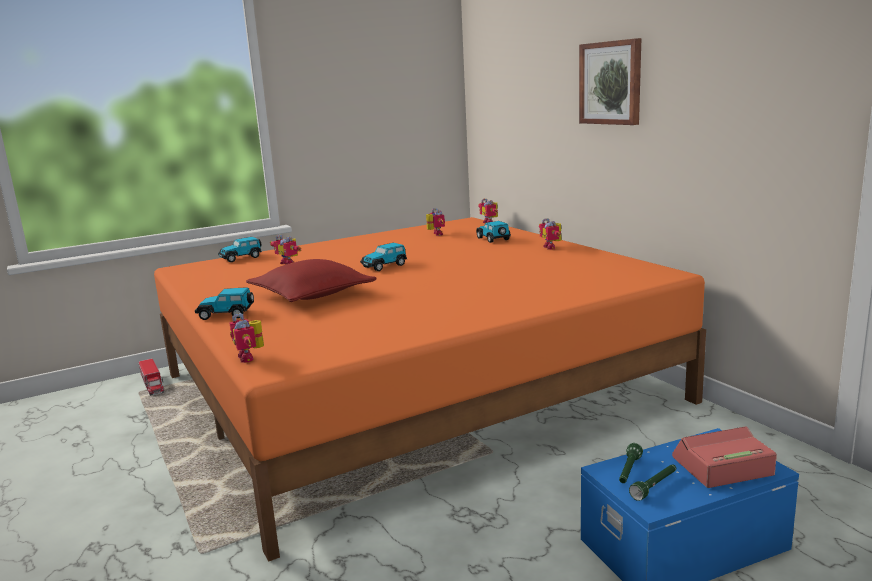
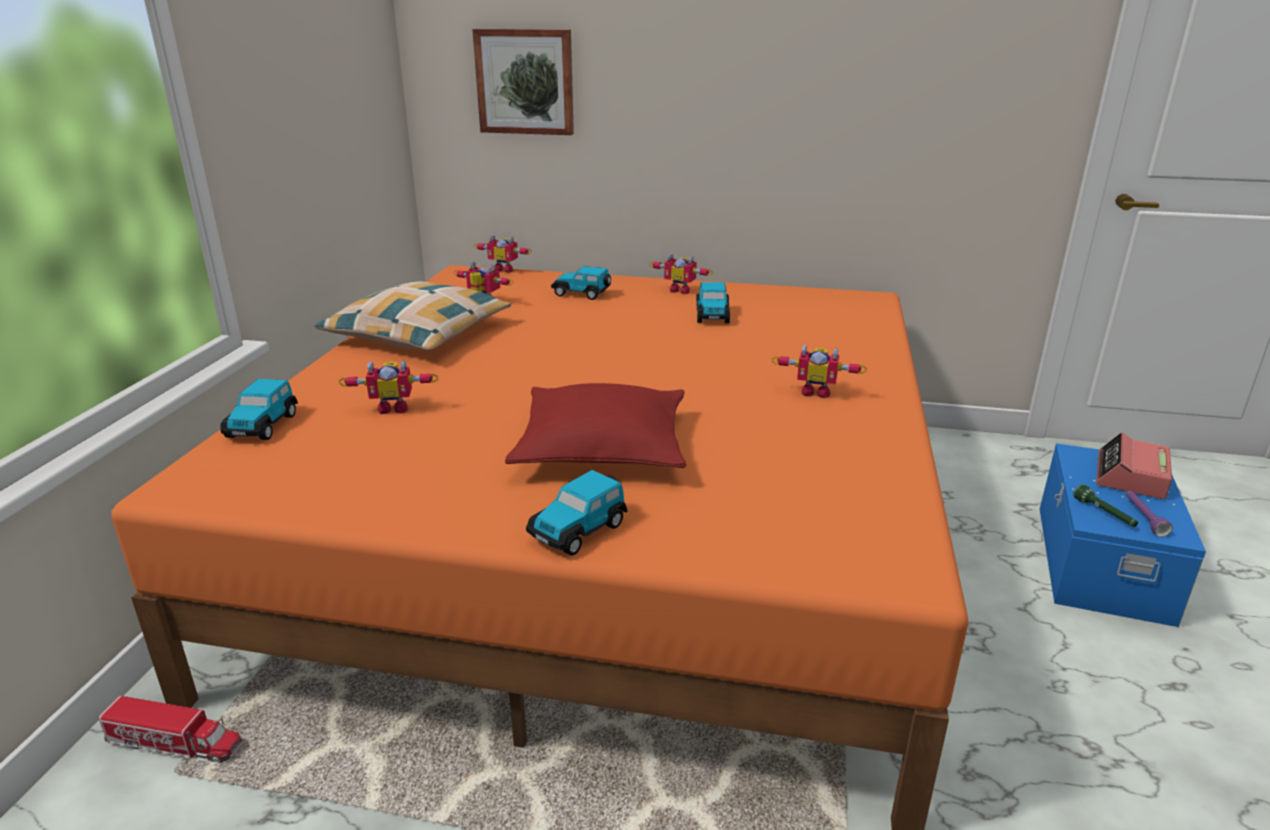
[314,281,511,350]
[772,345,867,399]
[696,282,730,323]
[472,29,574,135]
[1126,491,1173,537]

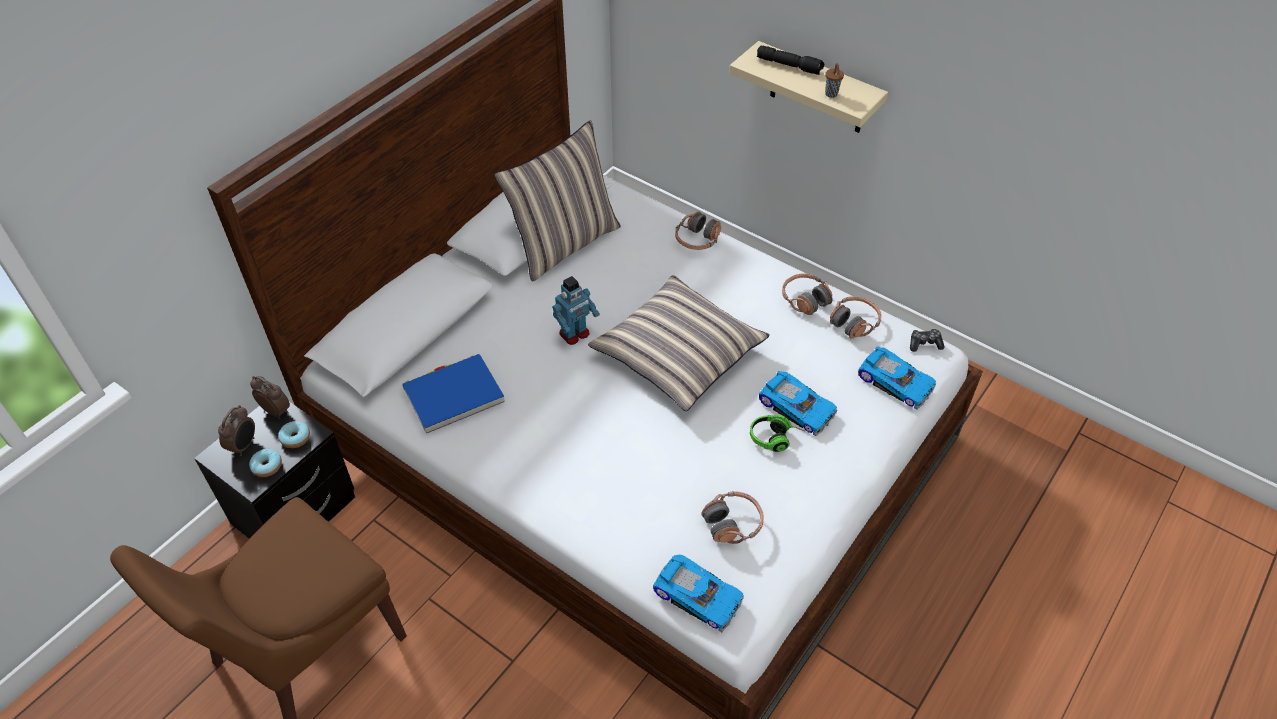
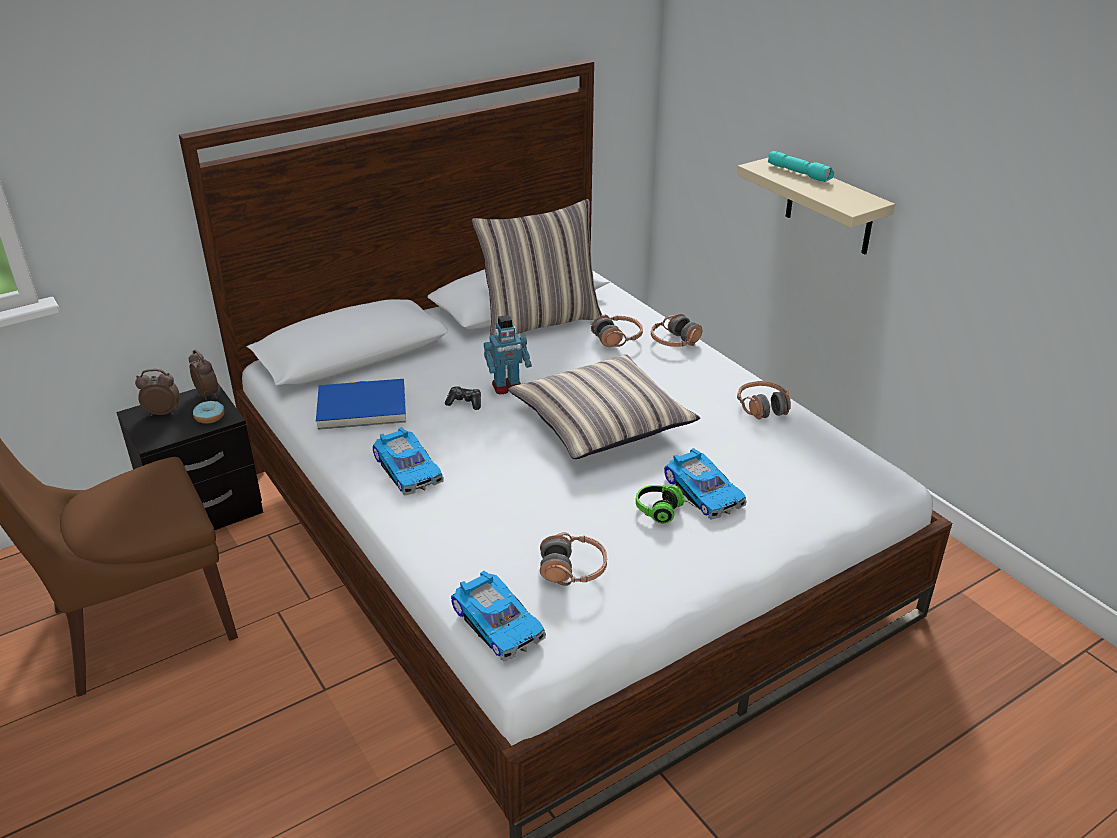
[249,449,282,477] (first image)
[825,63,844,98] (first image)
[591,314,643,347]
[373,427,444,496]
[445,386,481,410]
[768,151,834,182]
[135,369,179,416]

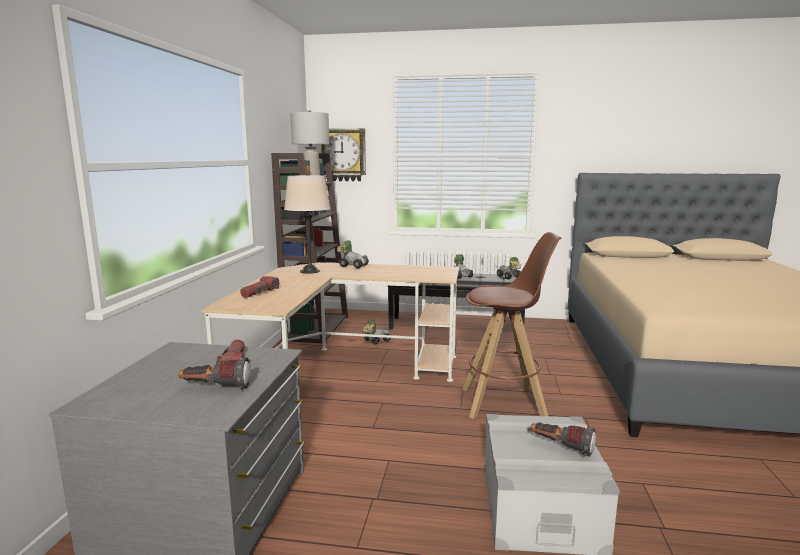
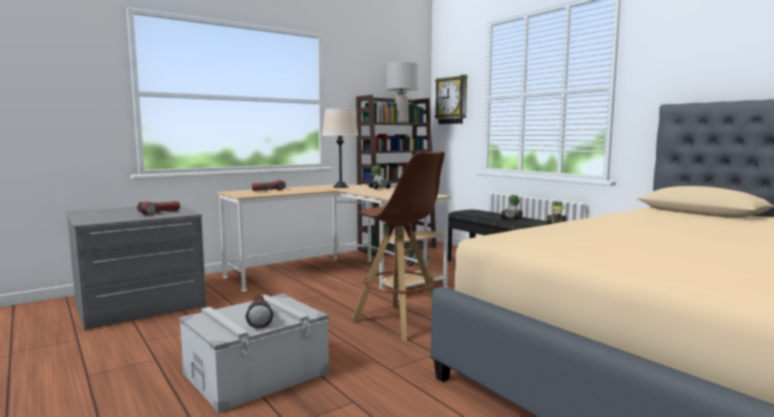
[178,357,251,389] (first image)

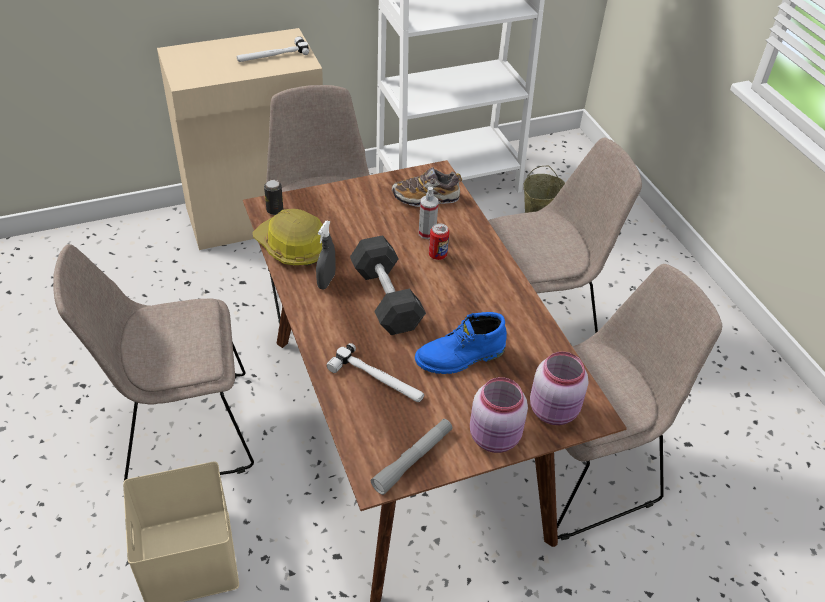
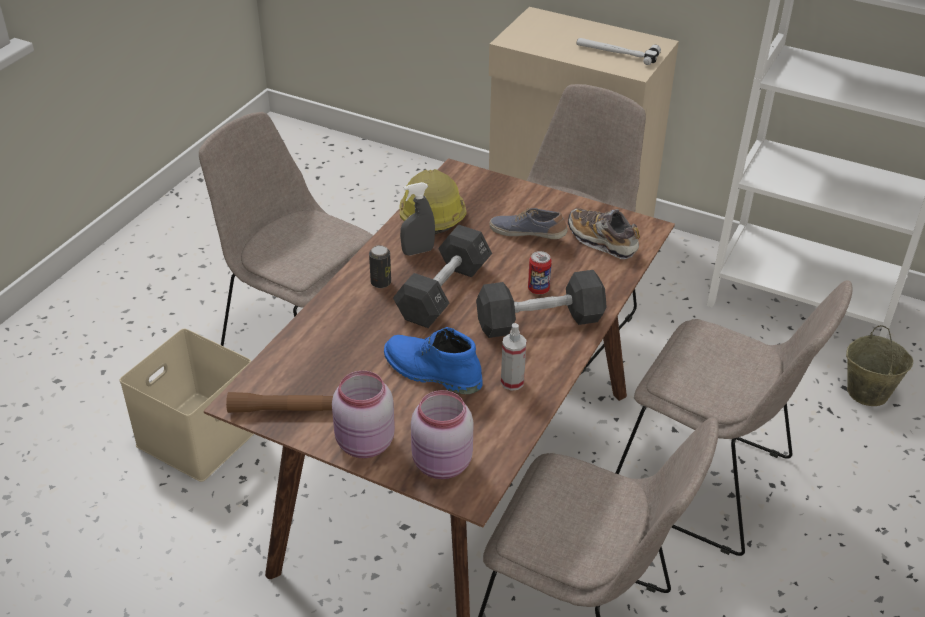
[327,343,424,402] (first image)
[476,270,607,338]
[489,208,568,239]
[369,245,391,288]
[501,323,527,391]
[226,392,333,413]

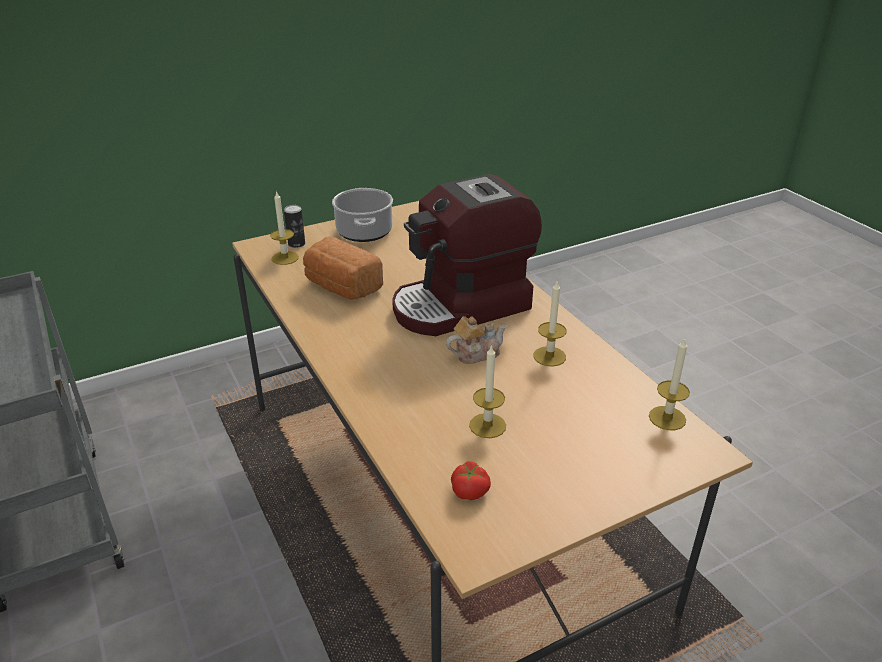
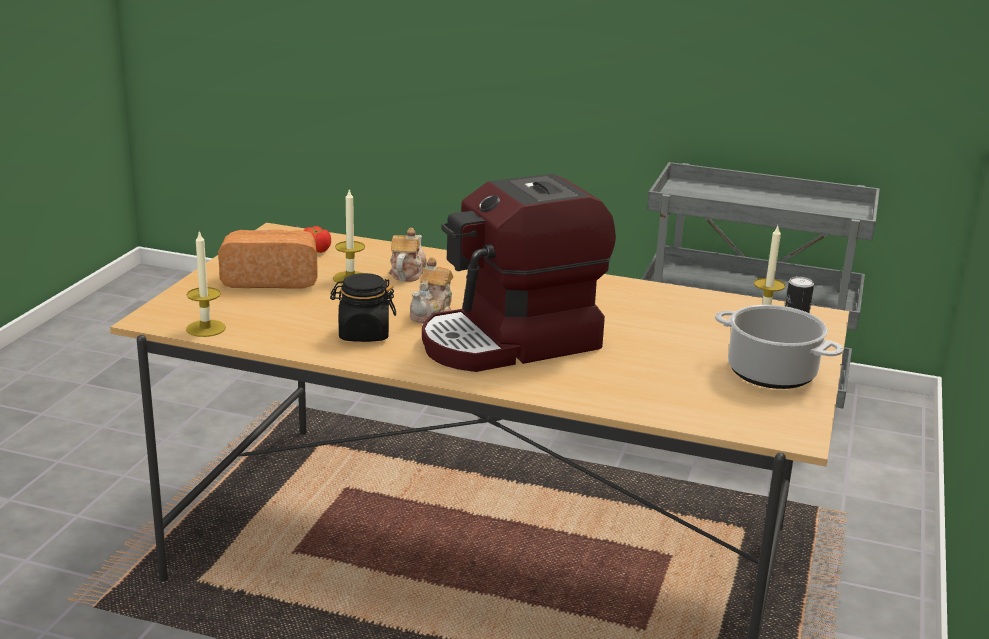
[389,228,427,282]
[218,230,317,288]
[330,273,396,342]
[422,174,616,372]

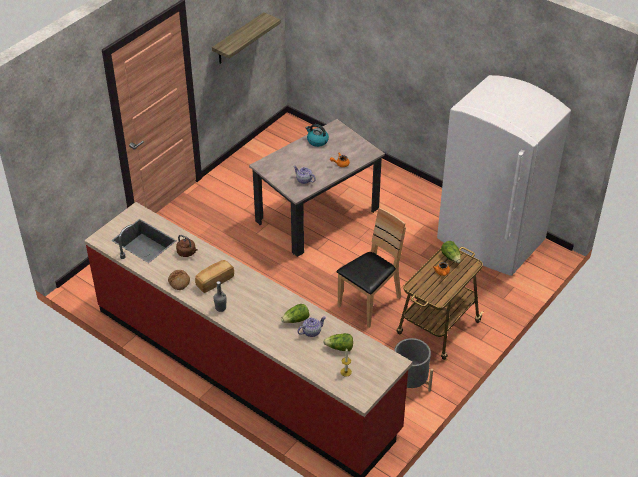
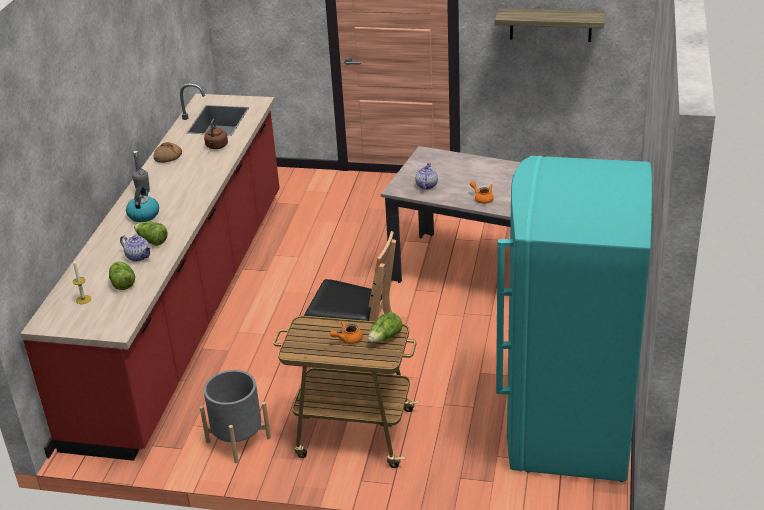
[195,260,234,293] (first image)
[126,186,159,222]
[496,156,652,482]

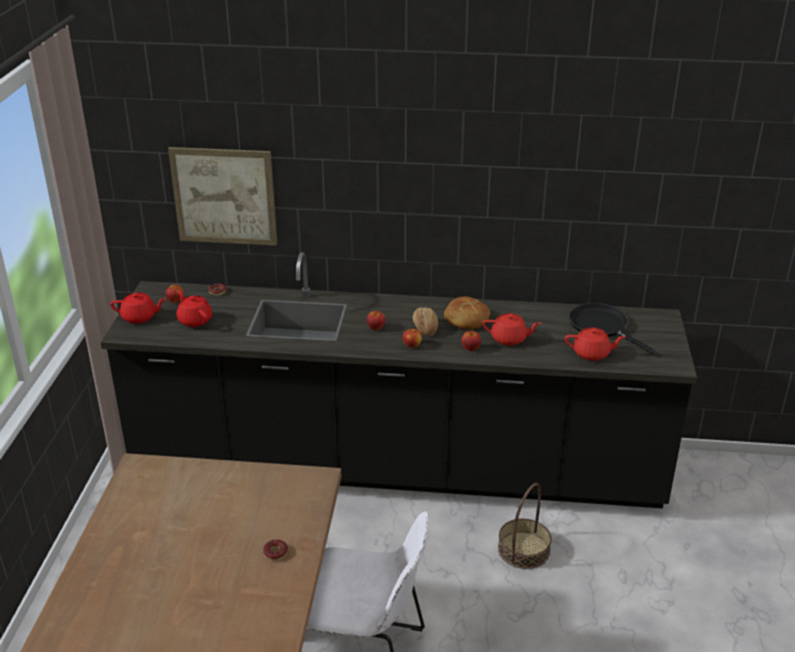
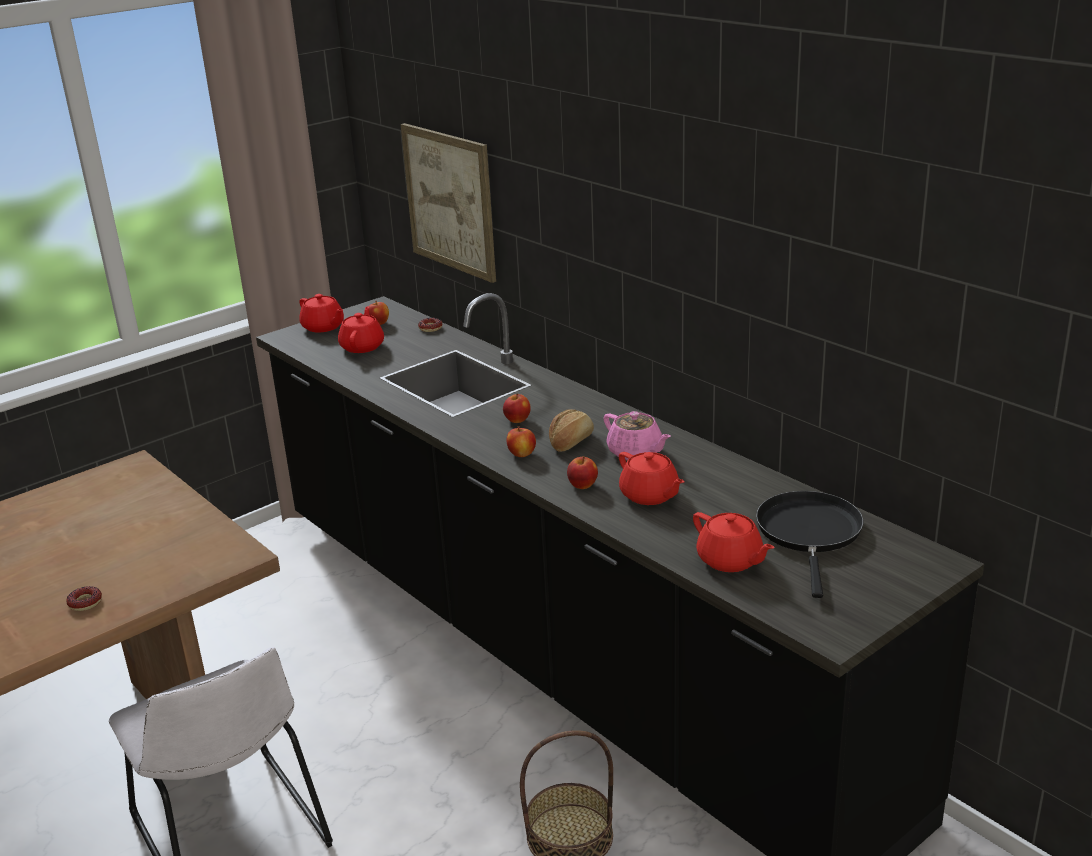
[603,411,671,460]

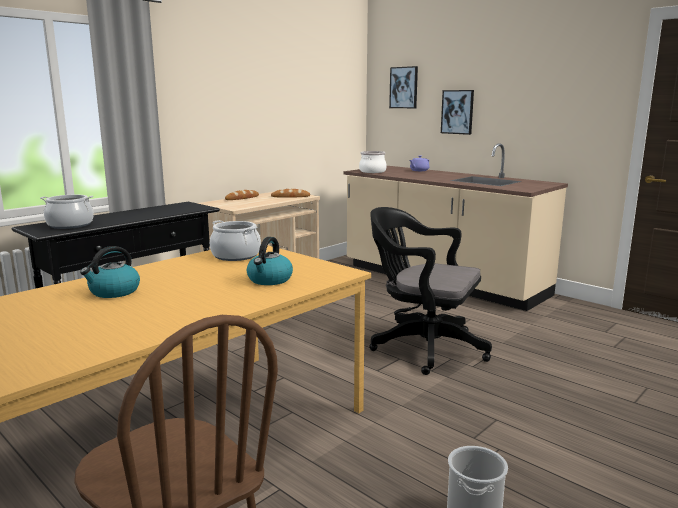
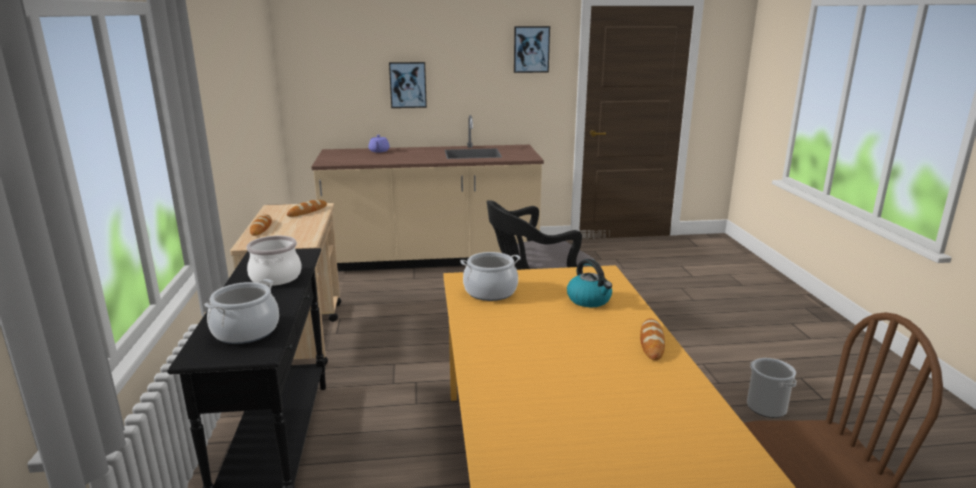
[80,246,140,298] (first image)
[640,318,665,361]
[247,236,302,286]
[514,26,550,73]

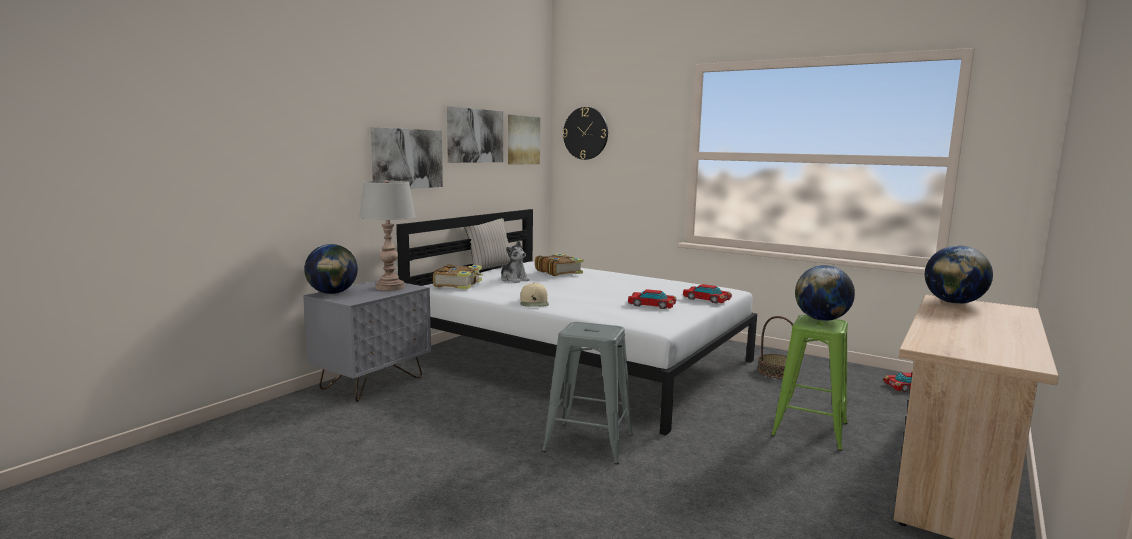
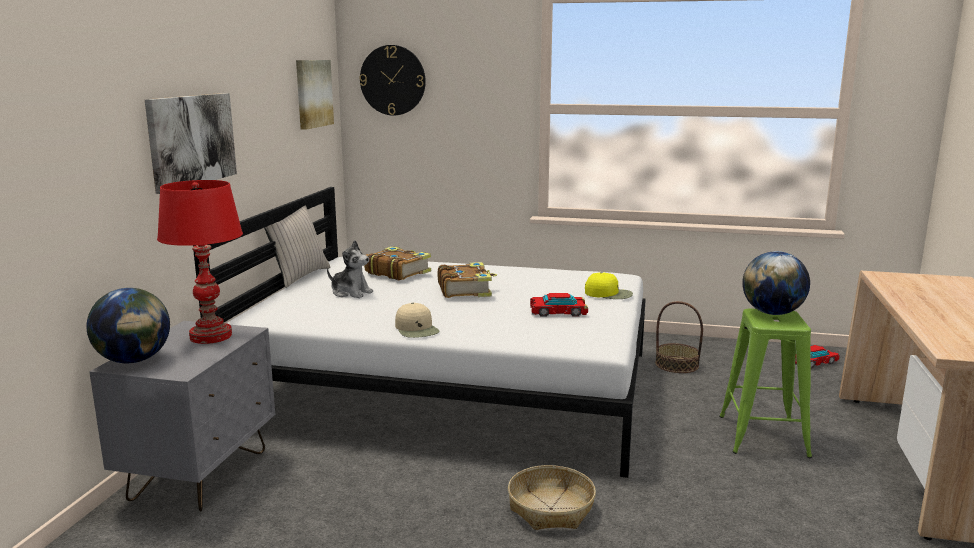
[447,106,503,163] (first image)
[925,245,993,304] (first image)
[438,262,497,298]
[508,465,596,530]
[585,272,633,299]
[157,180,243,344]

